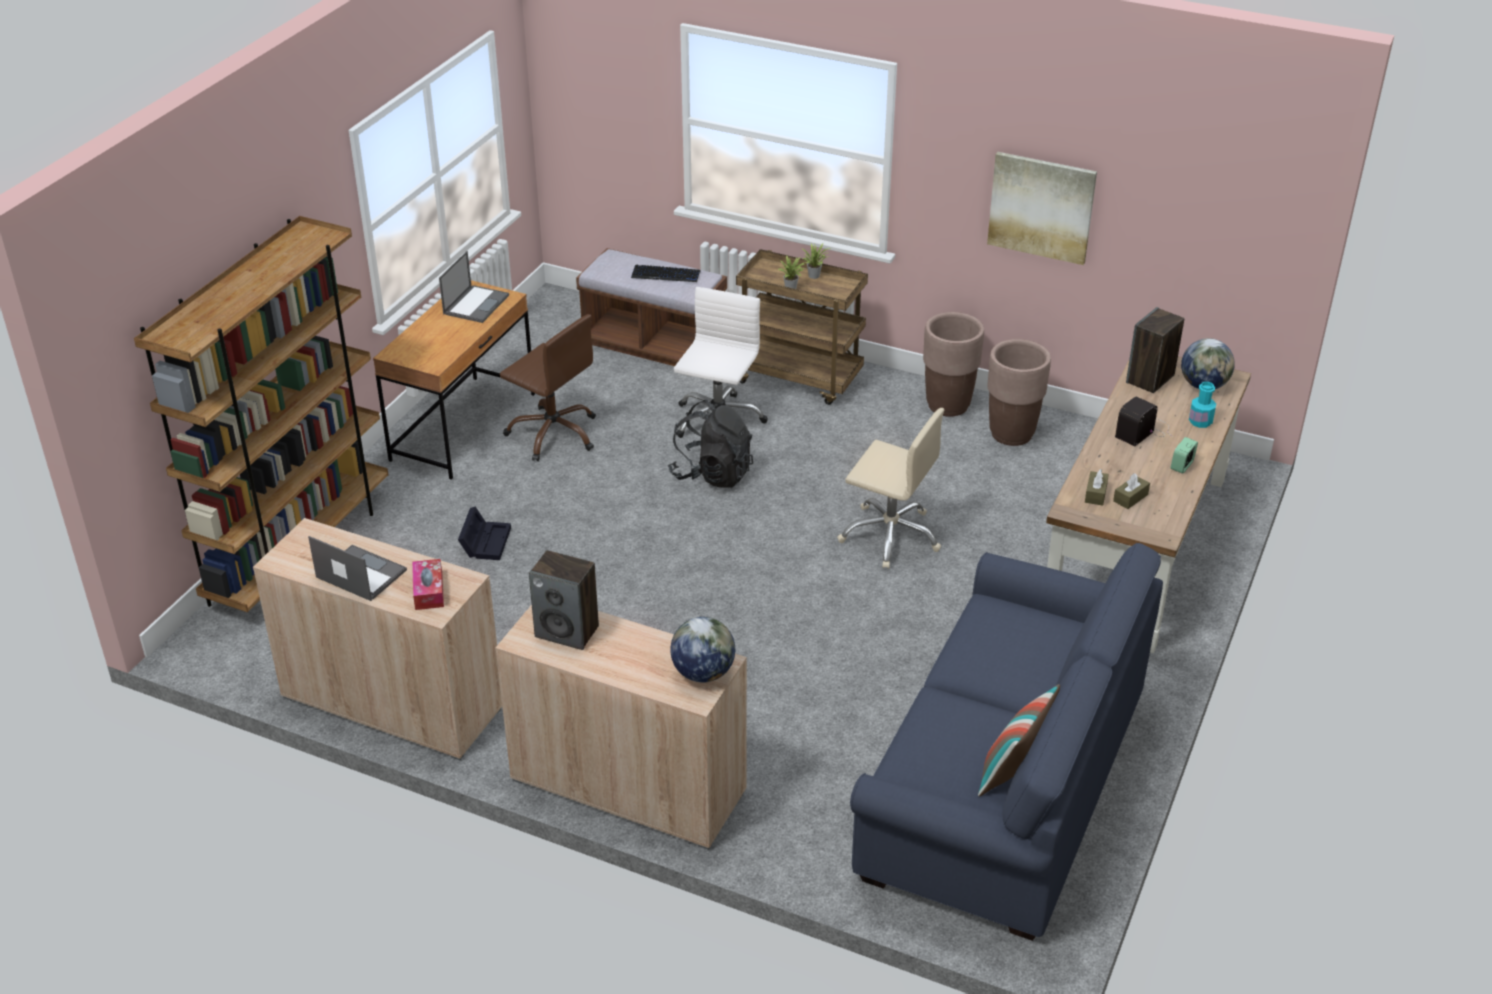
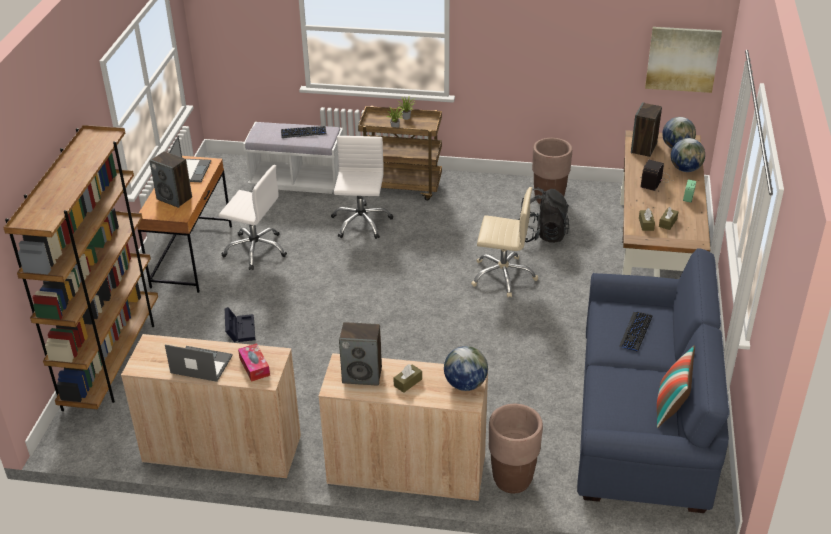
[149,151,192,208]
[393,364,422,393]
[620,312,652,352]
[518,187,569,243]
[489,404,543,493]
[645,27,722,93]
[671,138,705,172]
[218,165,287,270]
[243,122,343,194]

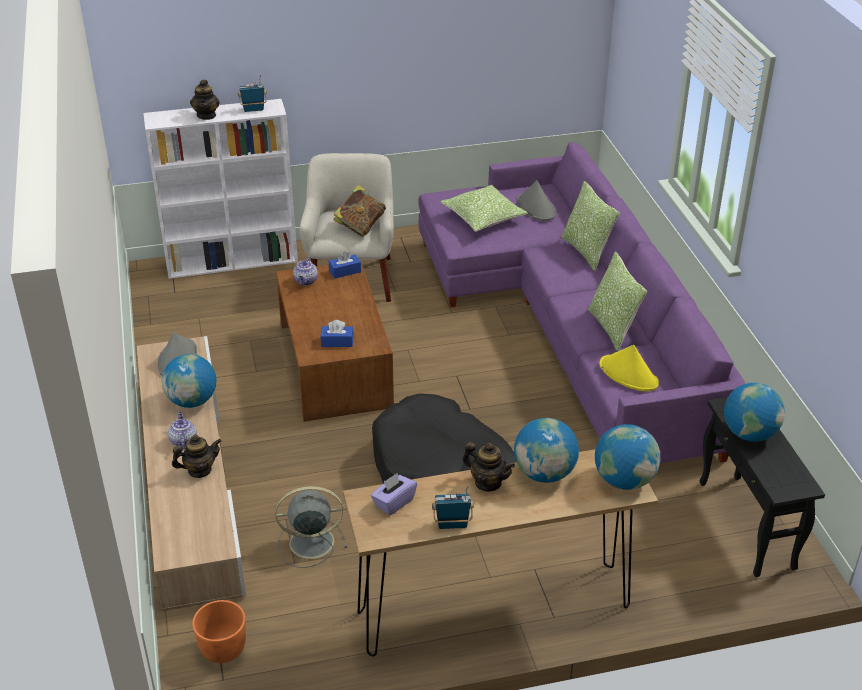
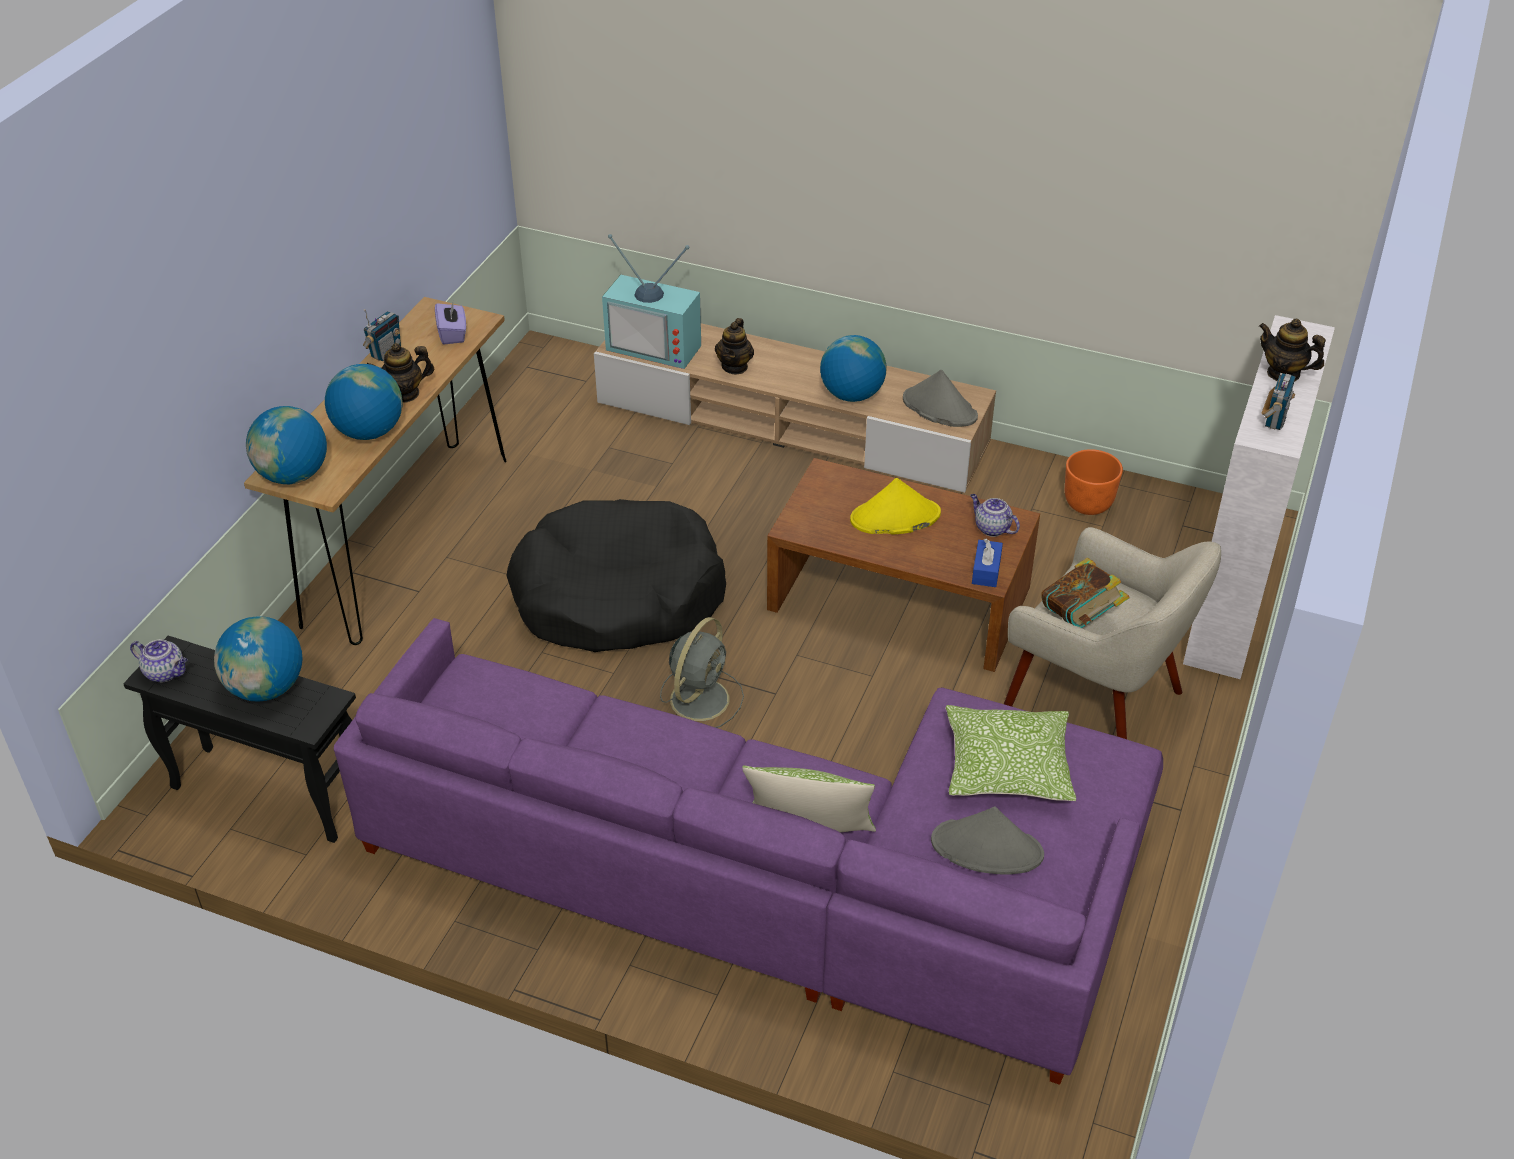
[321,320,354,347] (first image)
[588,251,647,351] (first image)
[602,234,701,369]
[130,639,188,682]
[1065,449,1123,515]
[660,617,744,728]
[850,478,941,534]

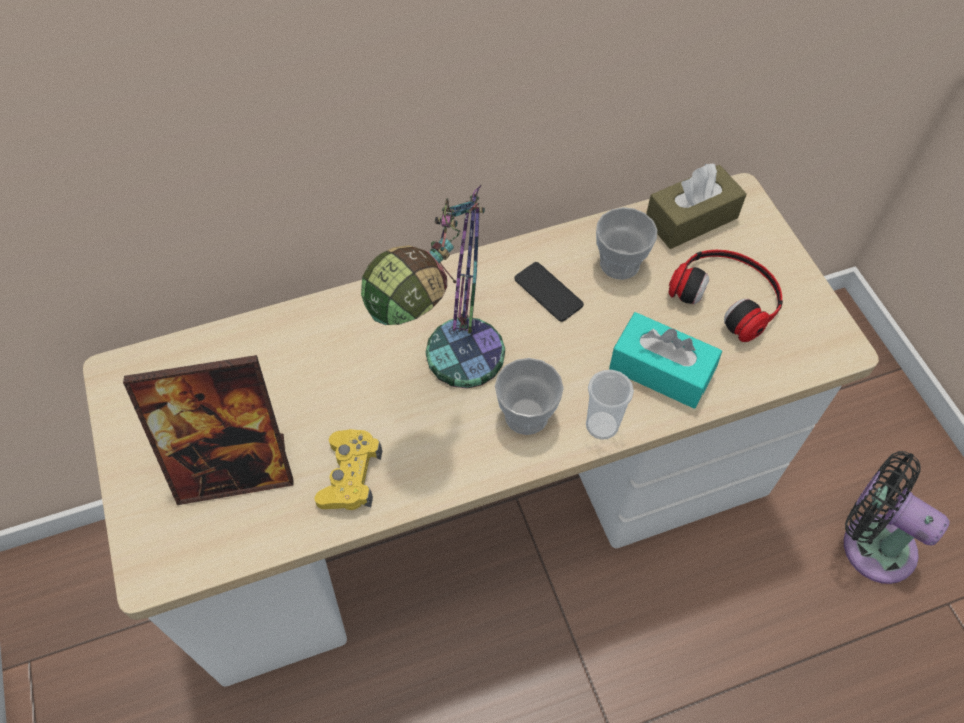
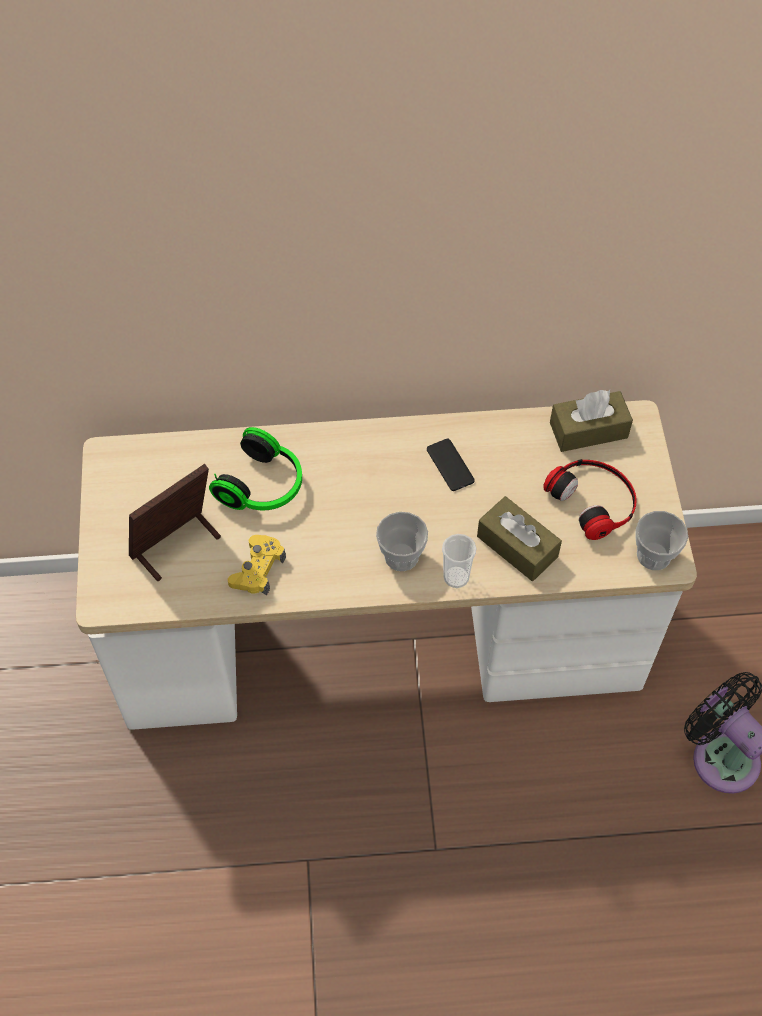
[361,185,505,388] (first image)
[209,427,302,510]
[635,511,688,570]
[477,496,562,581]
[129,464,221,581]

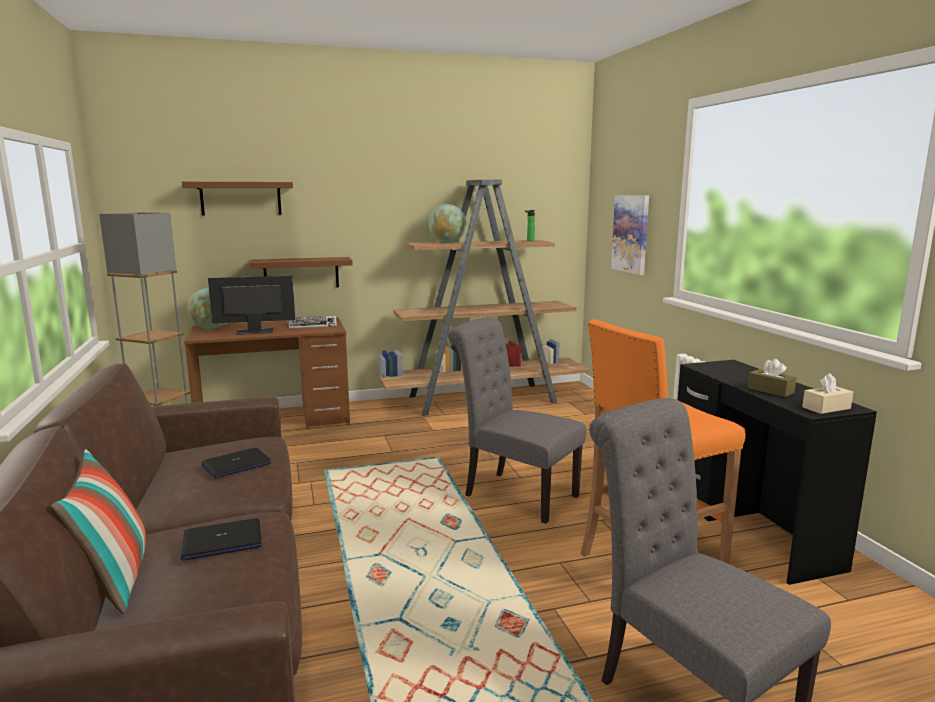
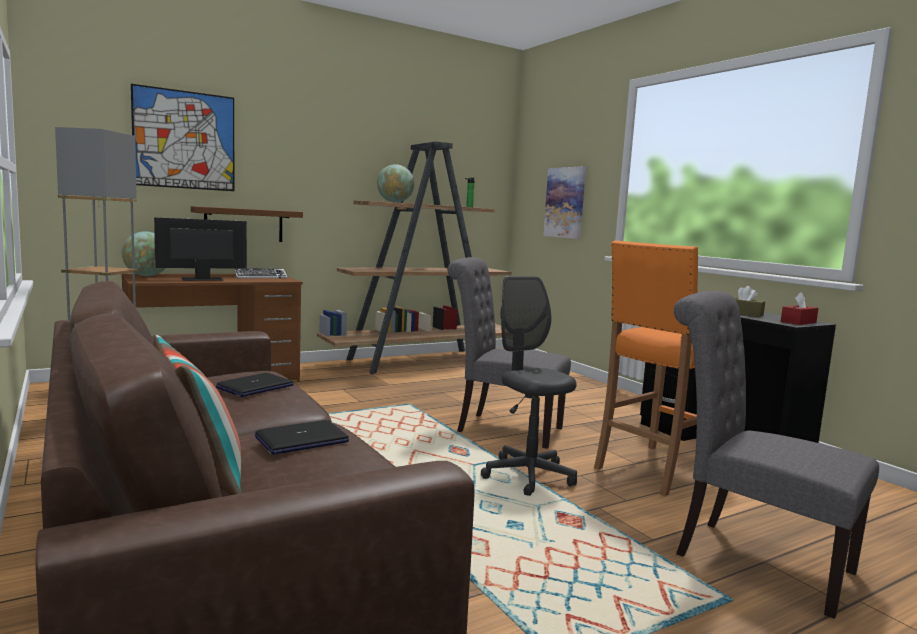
[481,276,577,496]
[131,84,234,191]
[781,292,818,325]

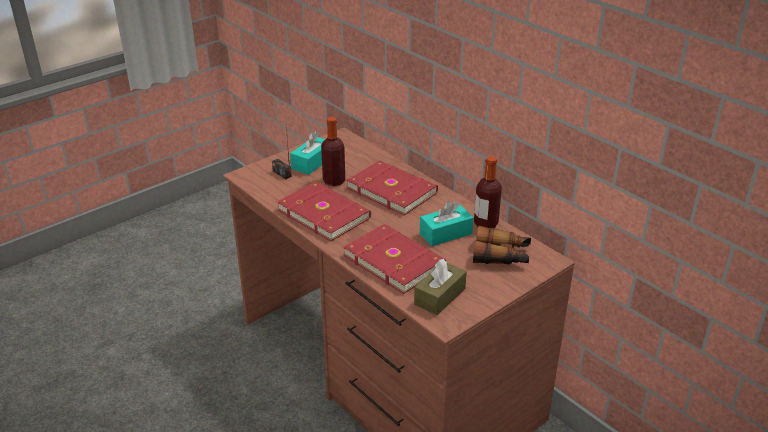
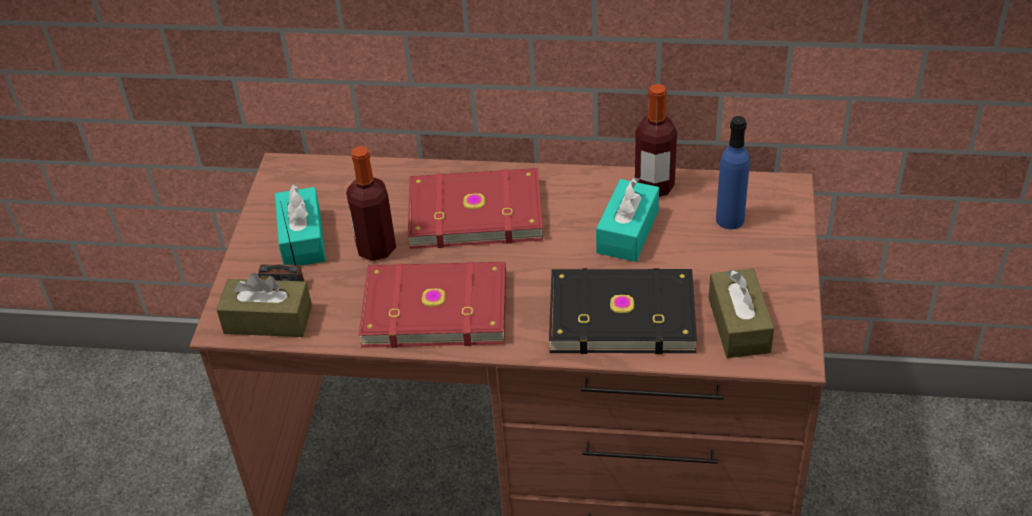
[216,273,312,337]
[716,116,750,229]
[549,268,697,354]

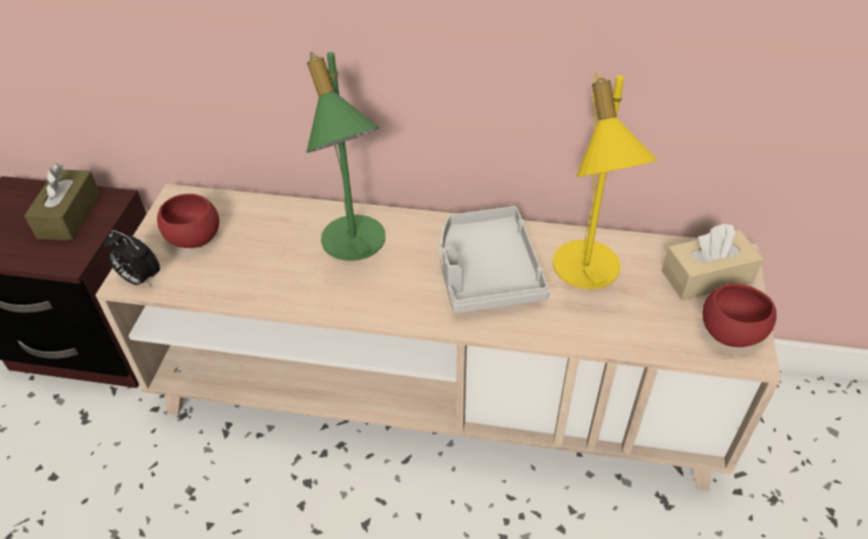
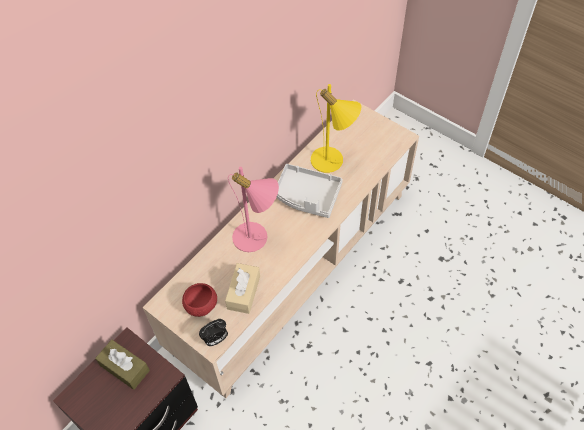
[703,283,777,347] (first image)
[225,263,260,314]
[228,167,279,252]

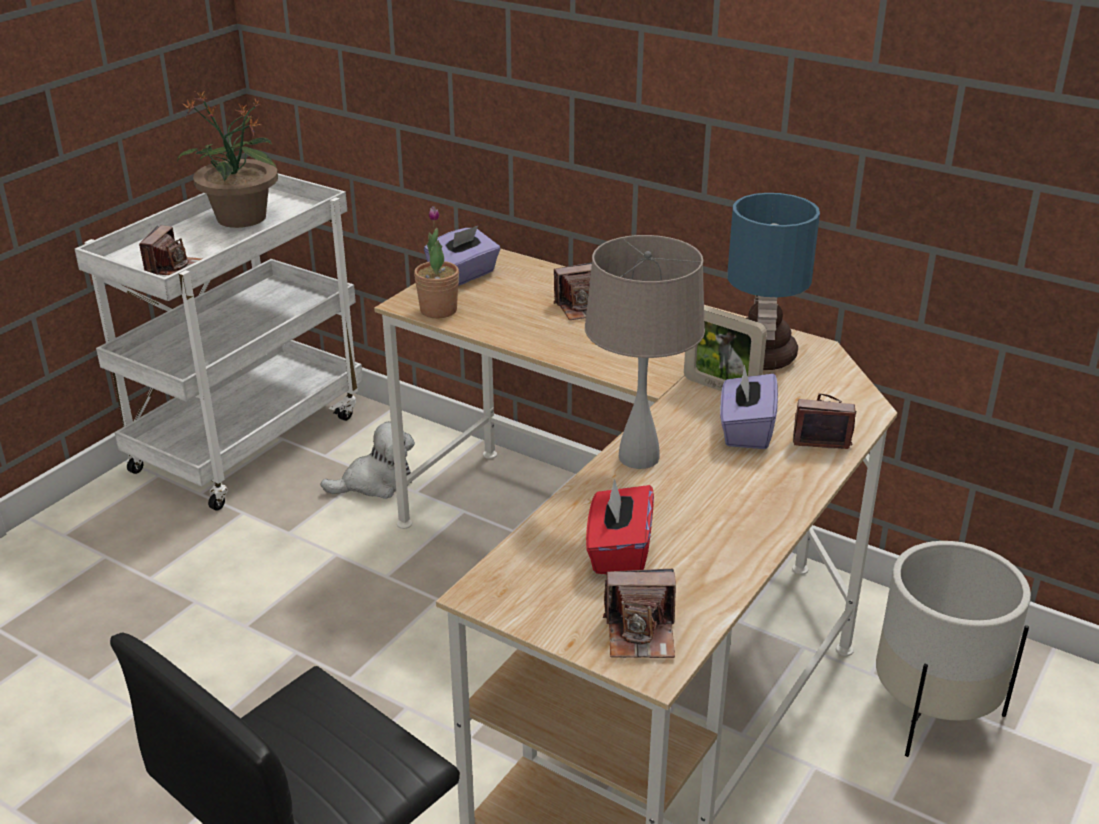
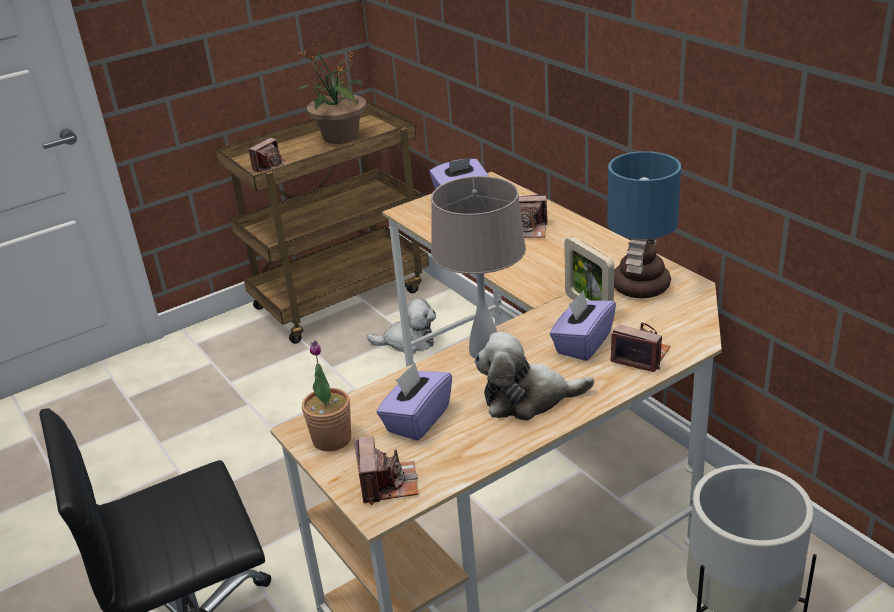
[475,332,594,421]
[302,340,351,452]
[215,102,429,344]
[377,362,452,441]
[354,436,418,505]

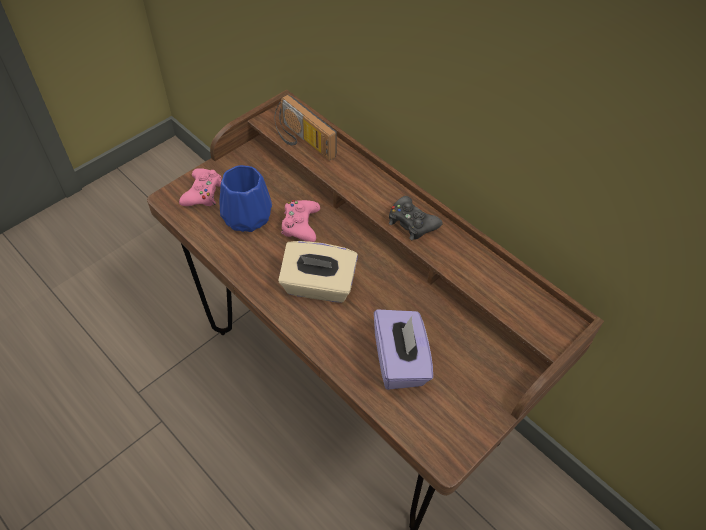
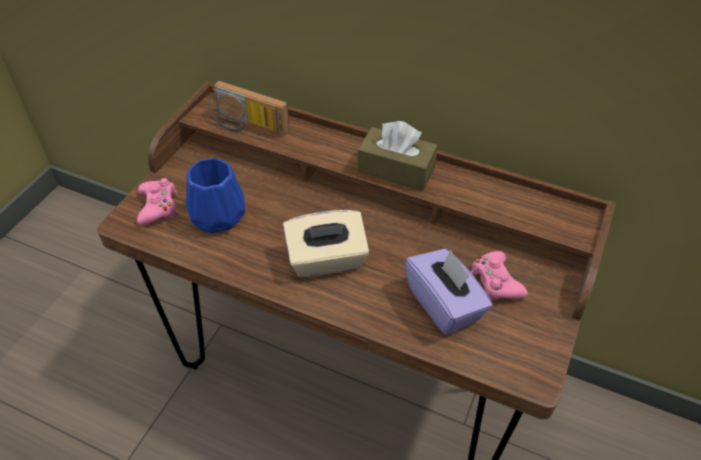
[471,251,528,301]
[357,121,438,191]

